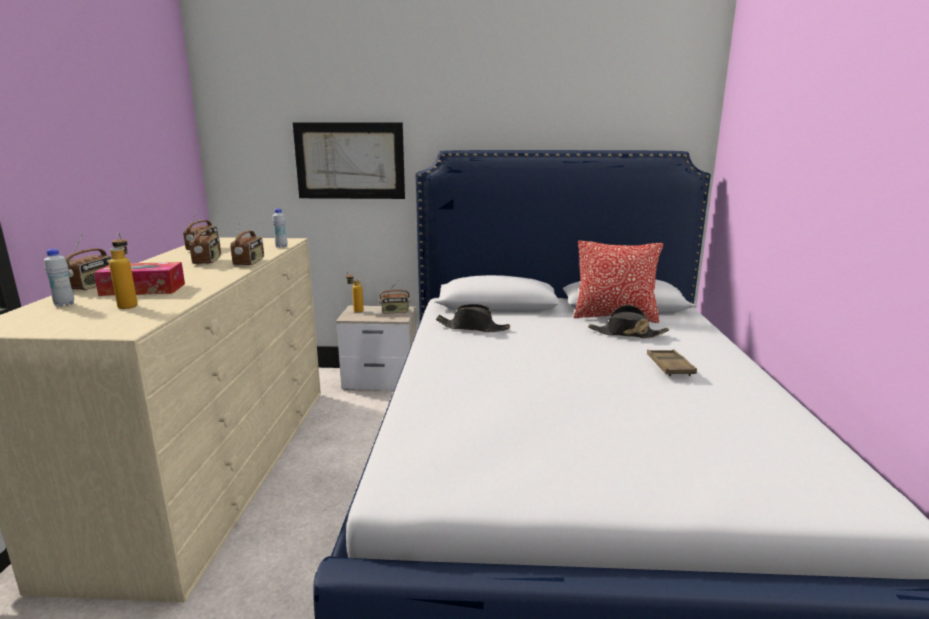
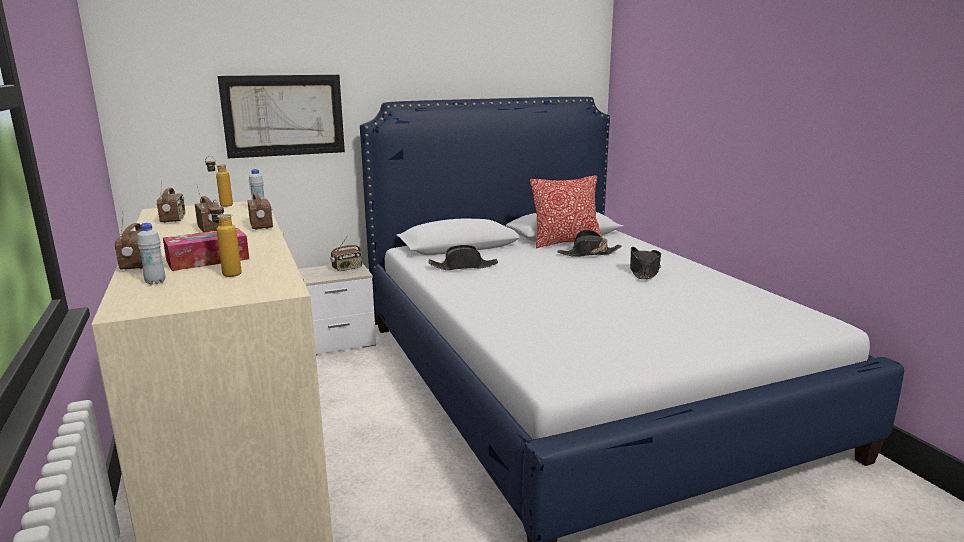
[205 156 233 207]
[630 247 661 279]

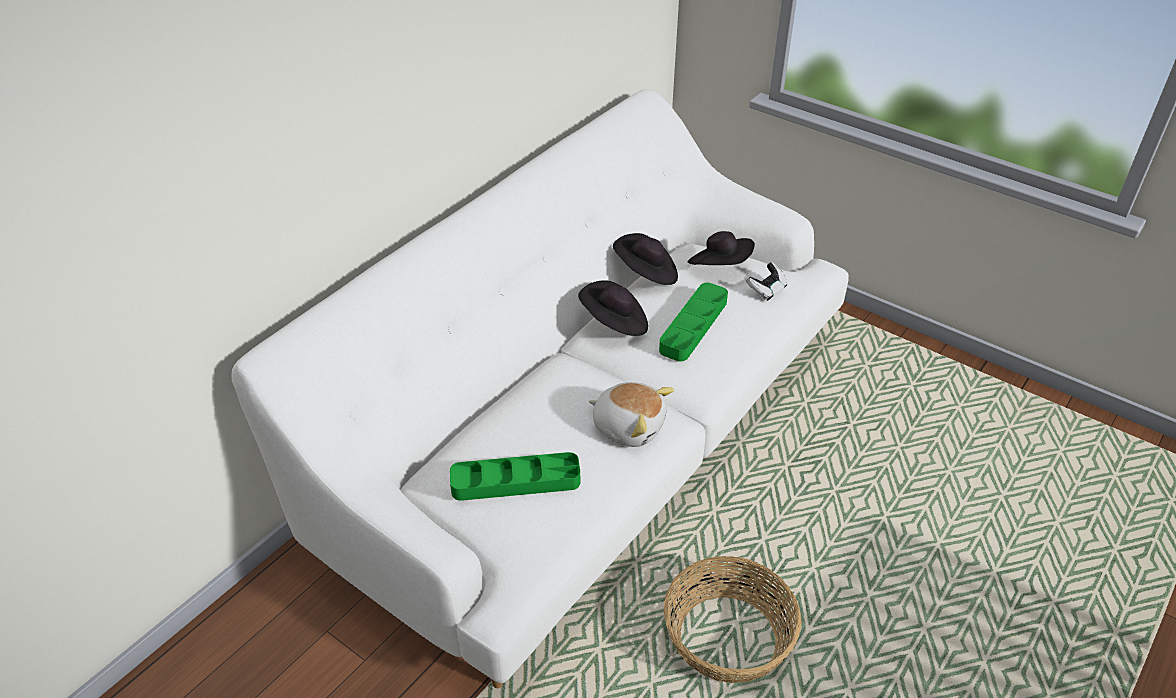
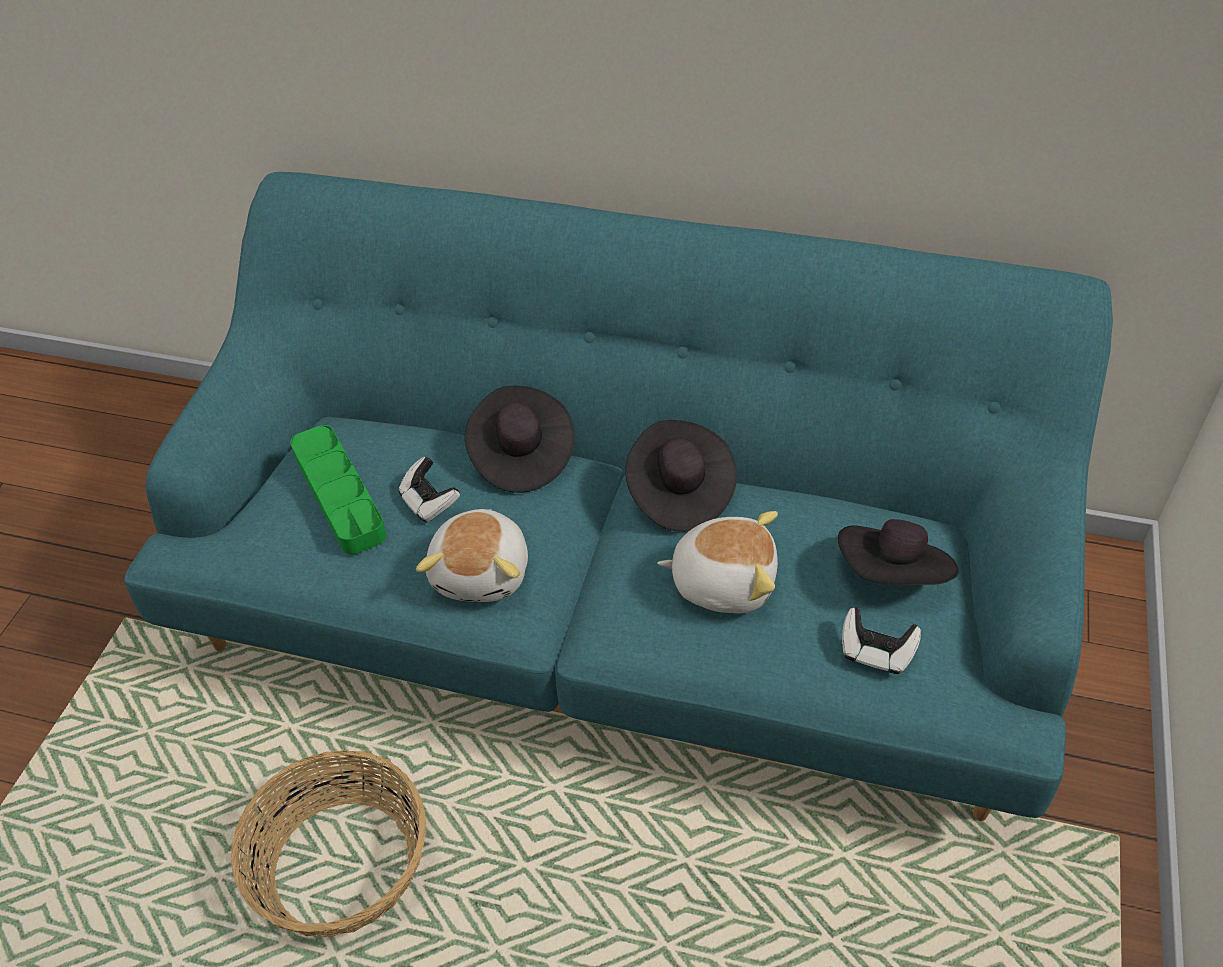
[124 172 1113 821]
[465 386 575 493]
[657 511 778 613]
[398 457 460 523]

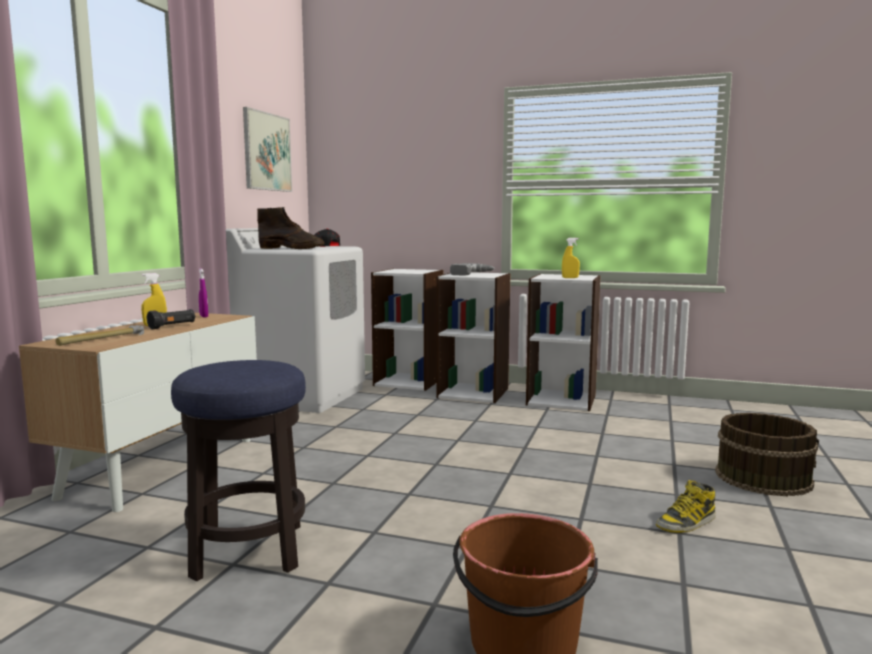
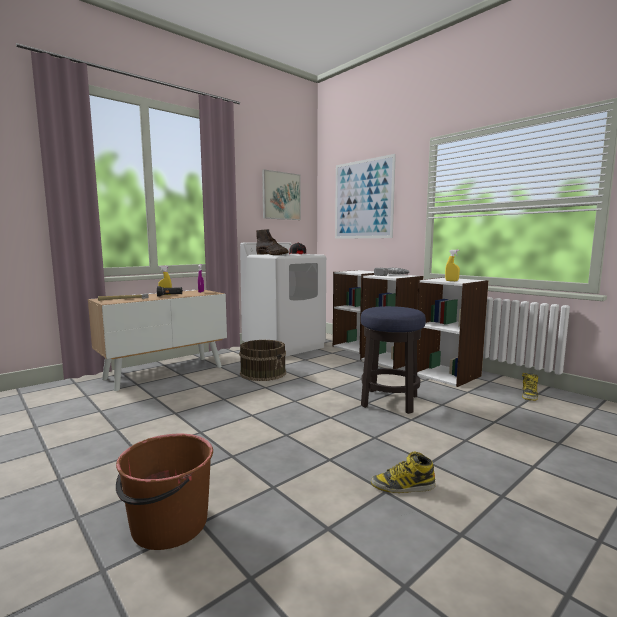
[361 306 426 414]
[239 340 286 381]
[335 154 396 239]
[522 373 538 401]

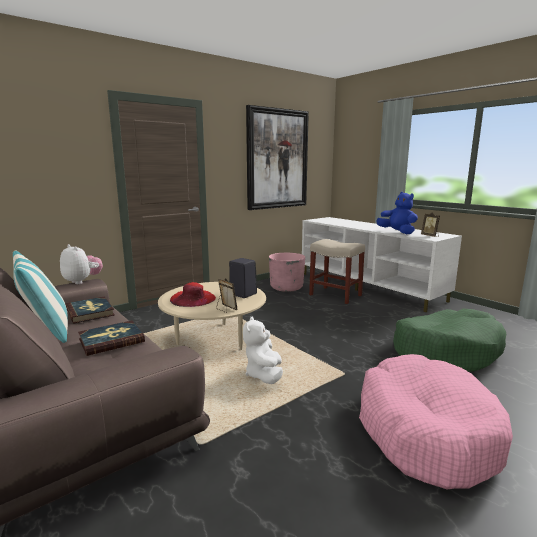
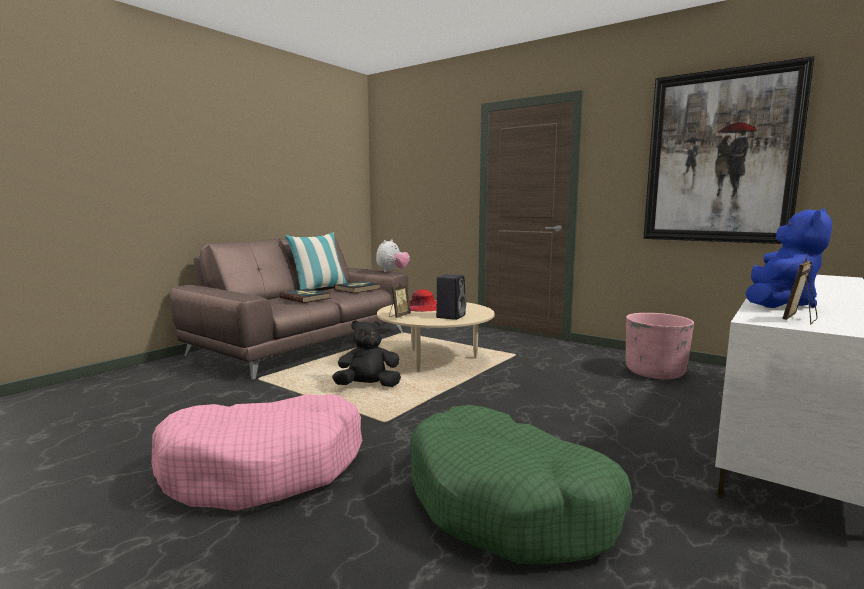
[332 320 401 387]
[309 239 365 304] (first image)

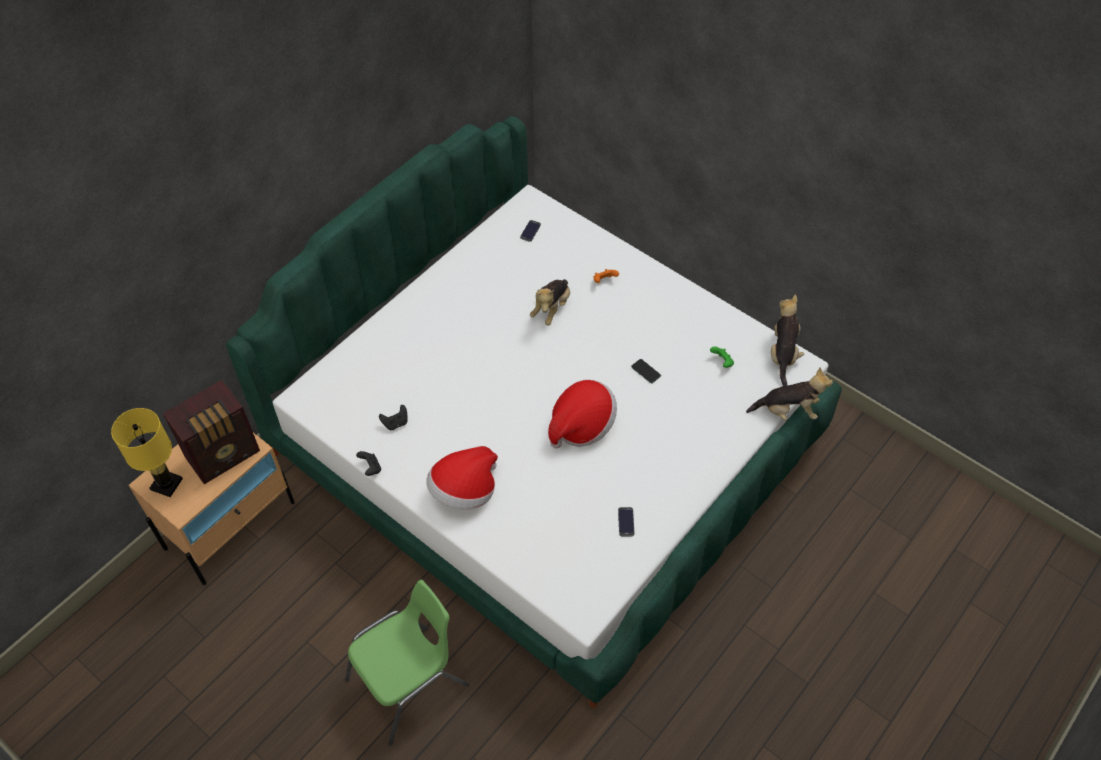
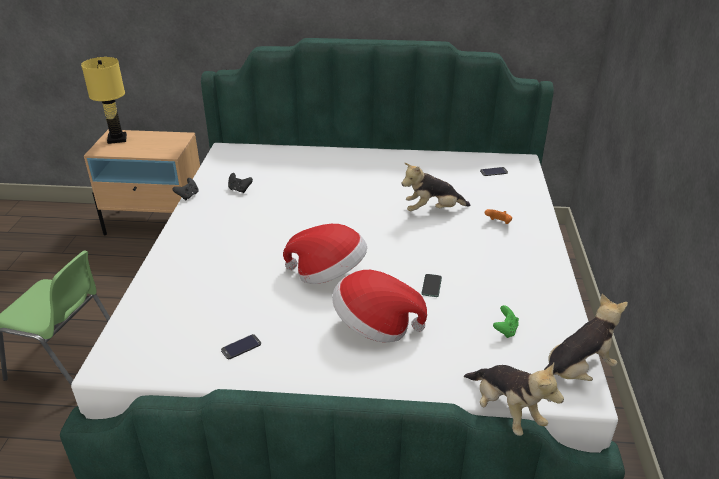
[163 380 260 484] (first image)
[332 270 427 342]

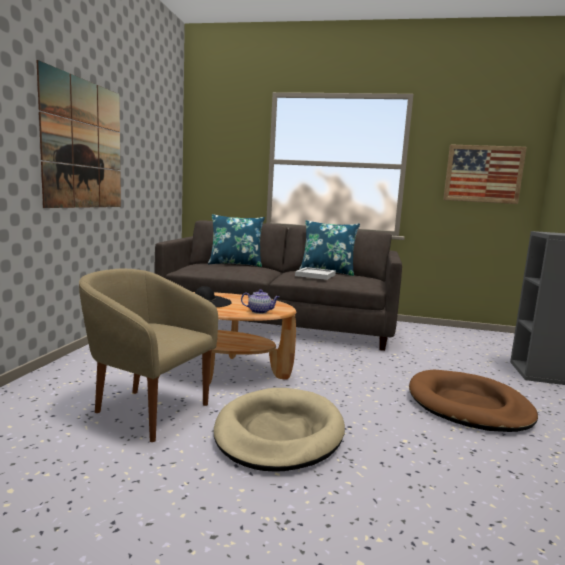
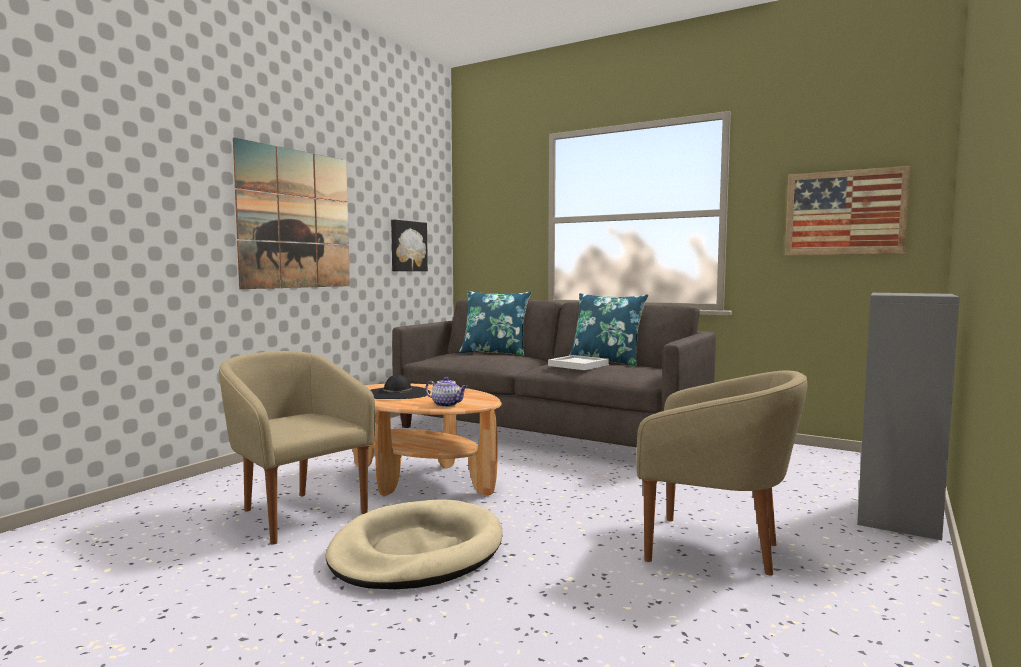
[636 371 807 575]
[391 220 428 271]

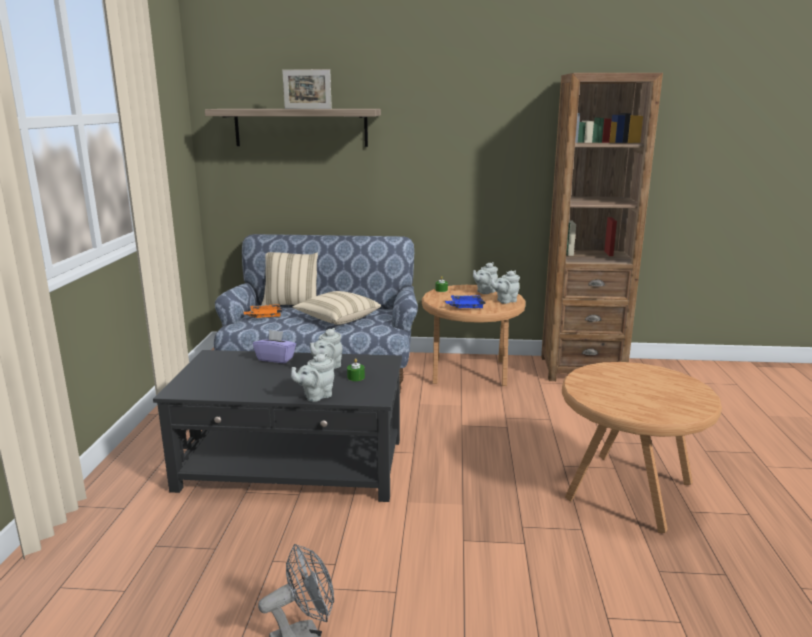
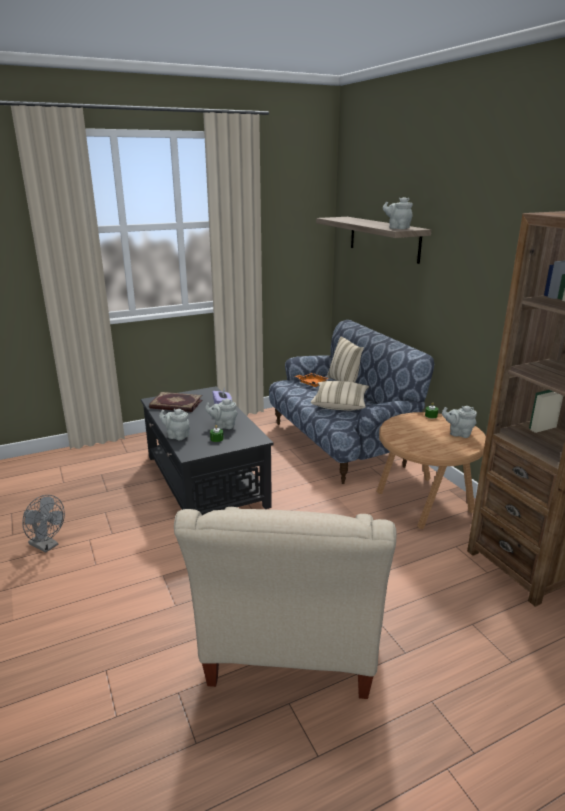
[282 69 332 109] (first image)
[445 295 486 308] (first image)
[383 197 413 229]
[174 507 396 699]
[149 392 202 412]

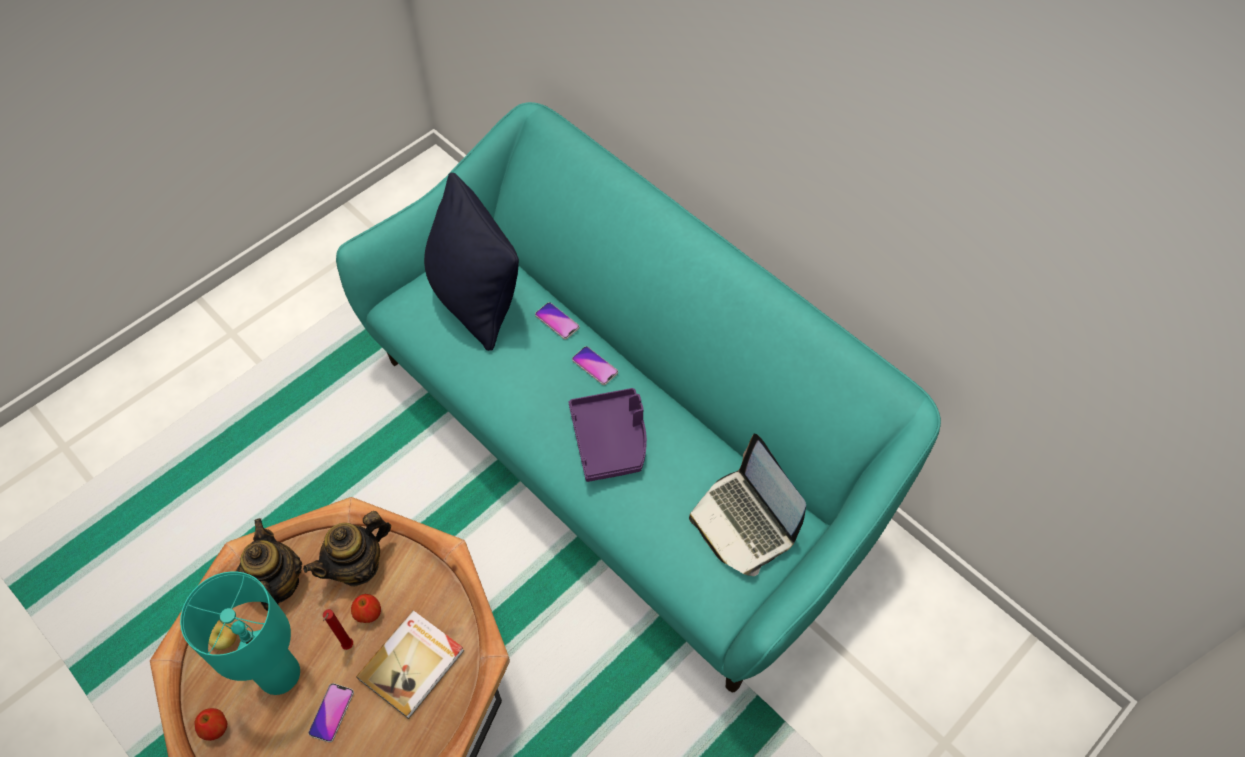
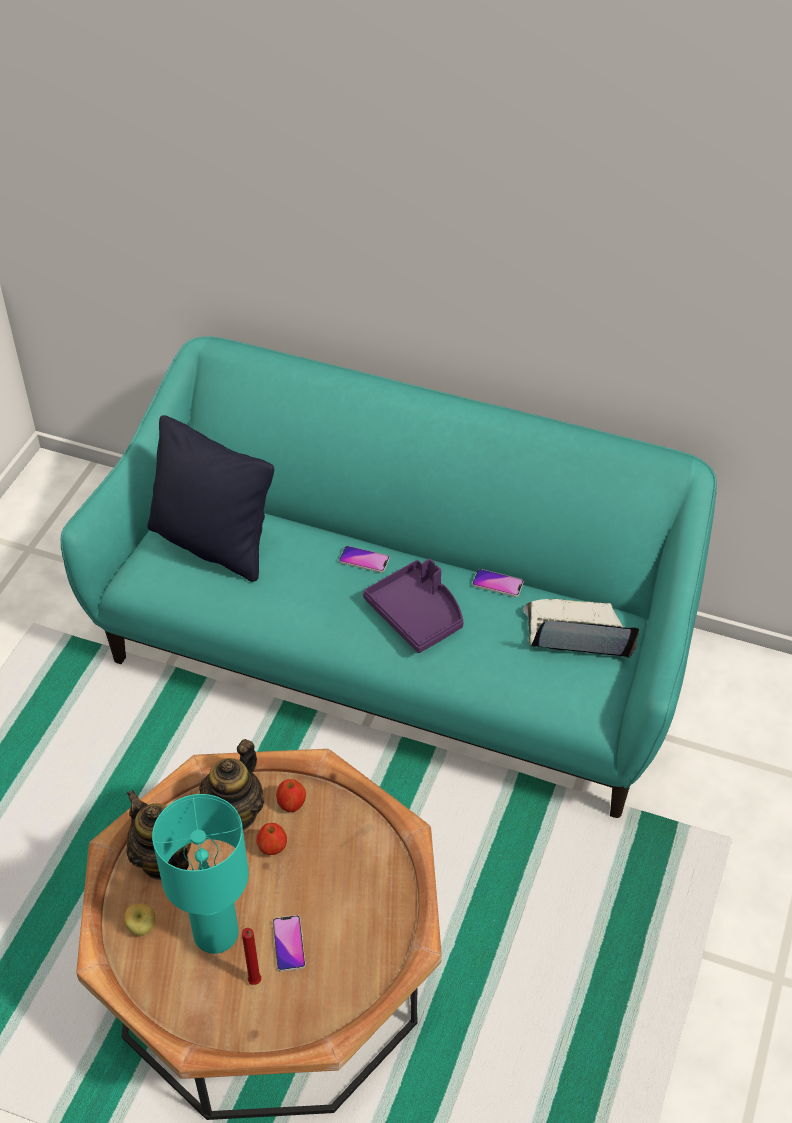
[276 779 306 812]
[242 928 261 985]
[356 611 464 719] (first image)
[472 569 524 597]
[524 599 639 658]

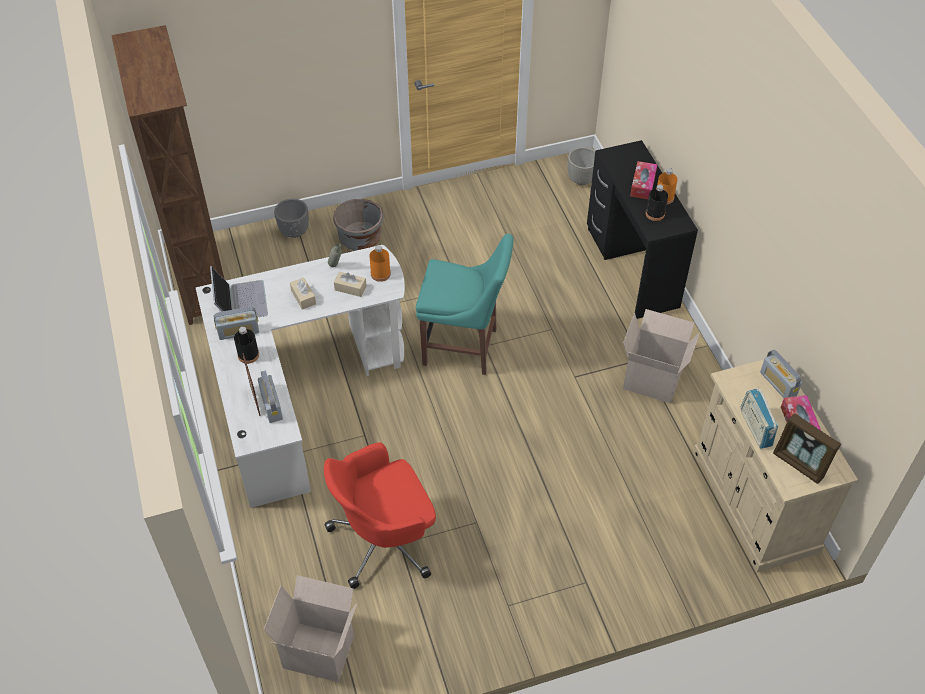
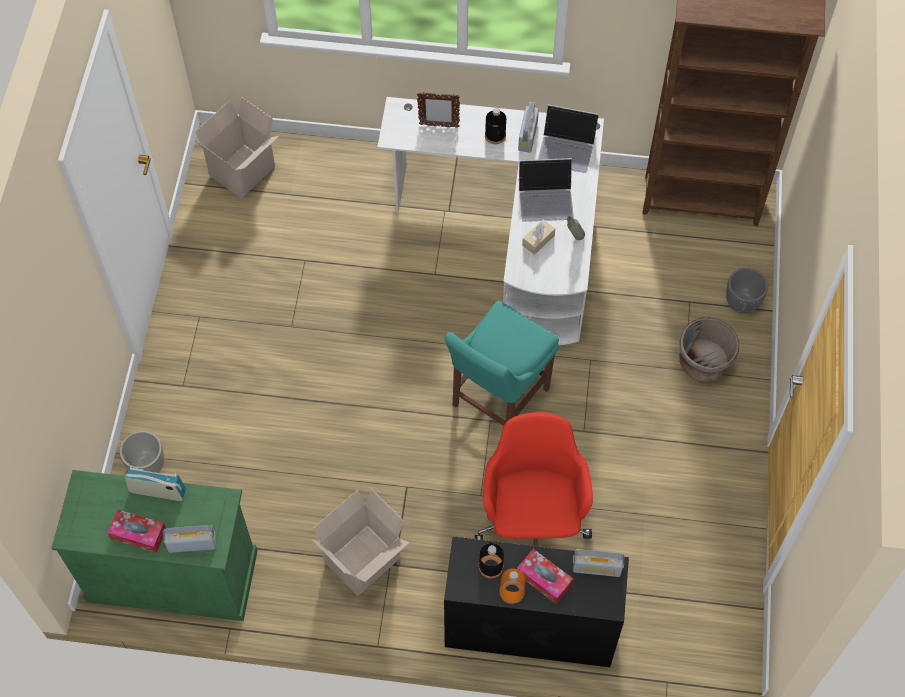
[573 549 625 577]
[518 158 574 222]
[475 412 593 546]
[369 245 391 282] (first image)
[119 431 164 473]
[52 470 257 621]
[773 413 841 484] (first image)

